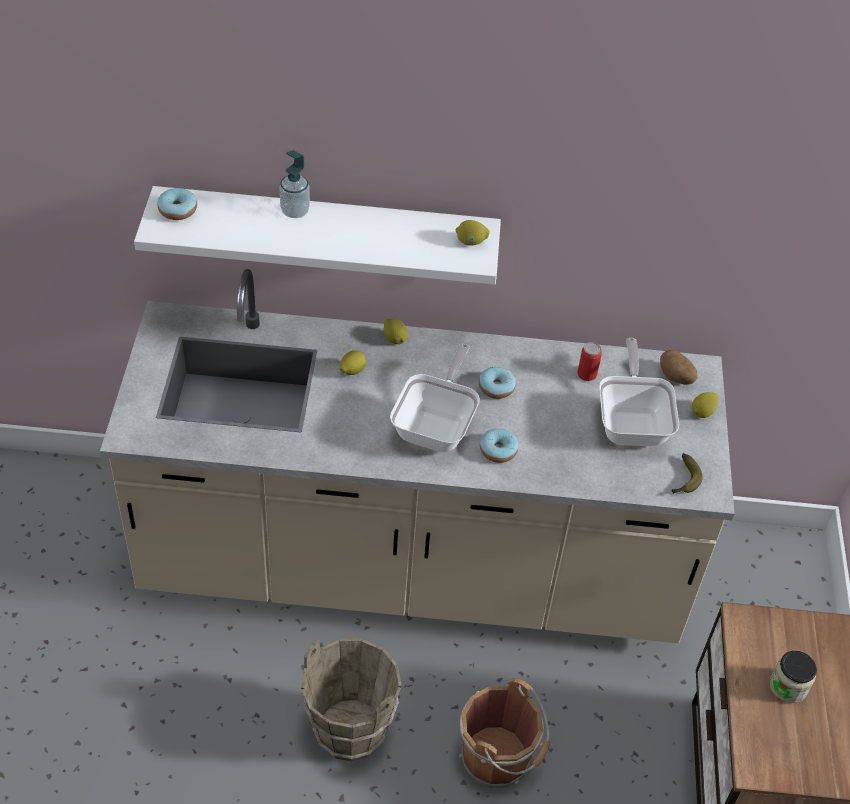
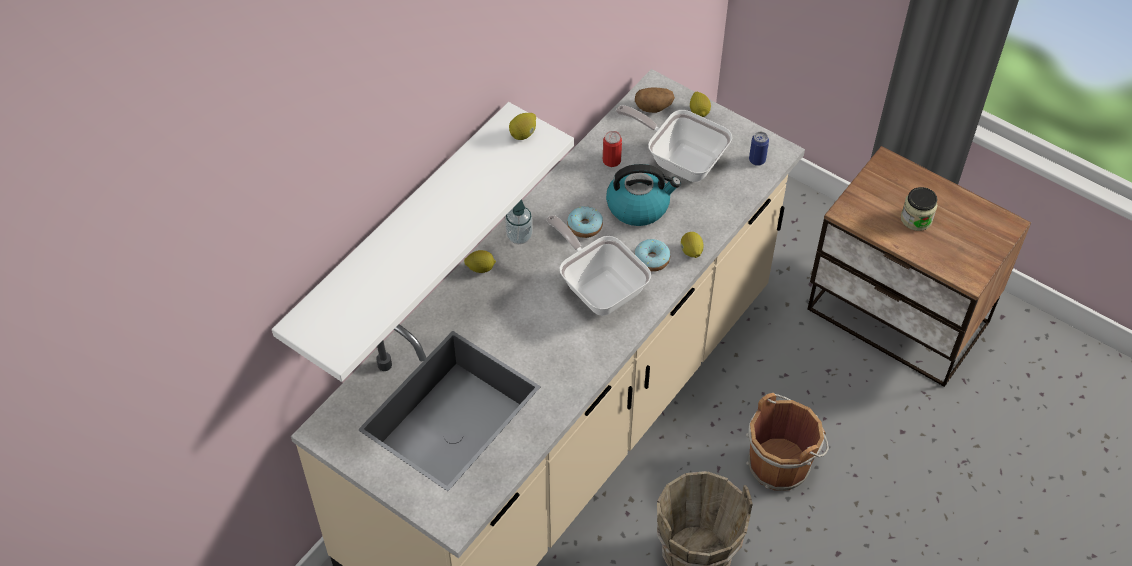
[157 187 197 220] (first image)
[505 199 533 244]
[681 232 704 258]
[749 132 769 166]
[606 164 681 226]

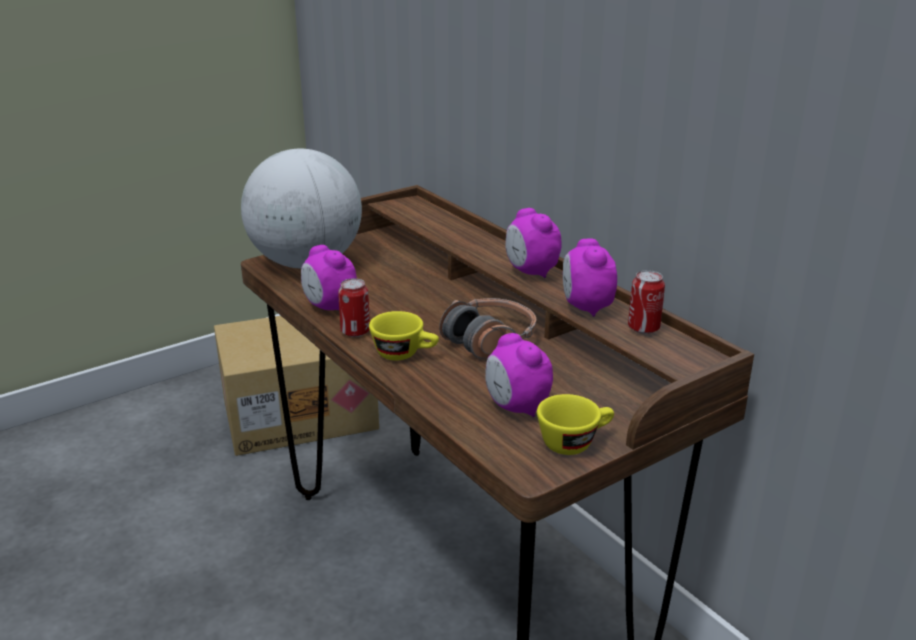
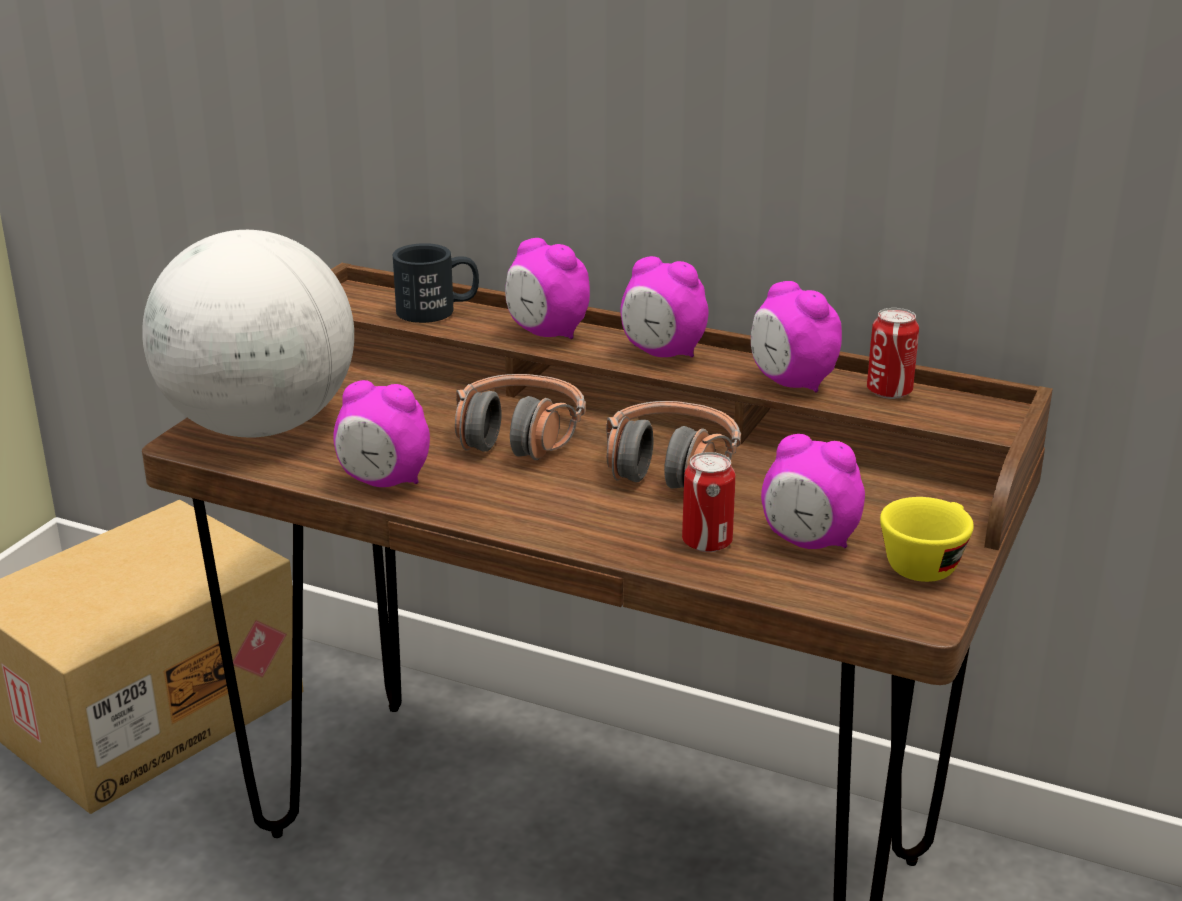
[682 452 735 552]
[369 311 439 360] (first image)
[392 243 479 323]
[455 374 586 460]
[505 238 590 339]

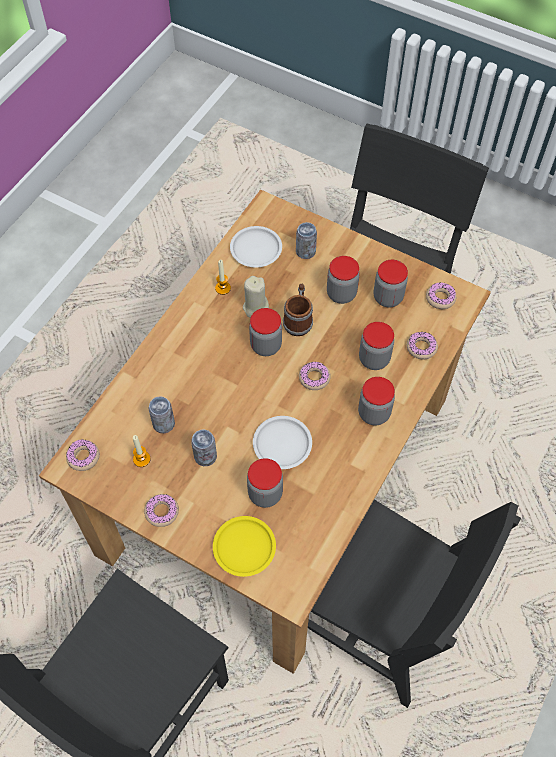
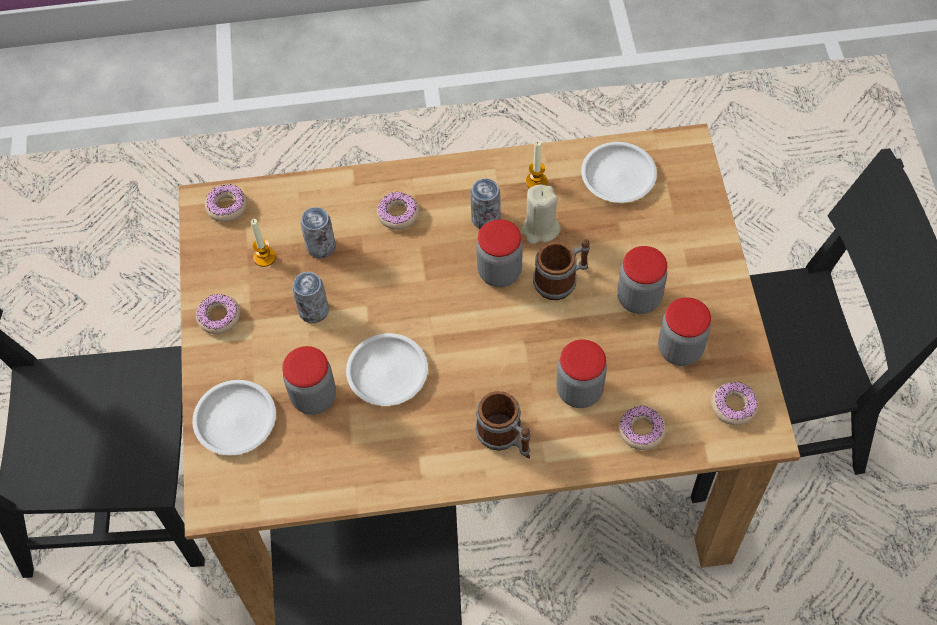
[192 380 276 455]
[470 178 501 229]
[377 192 419 230]
[475 391 531 458]

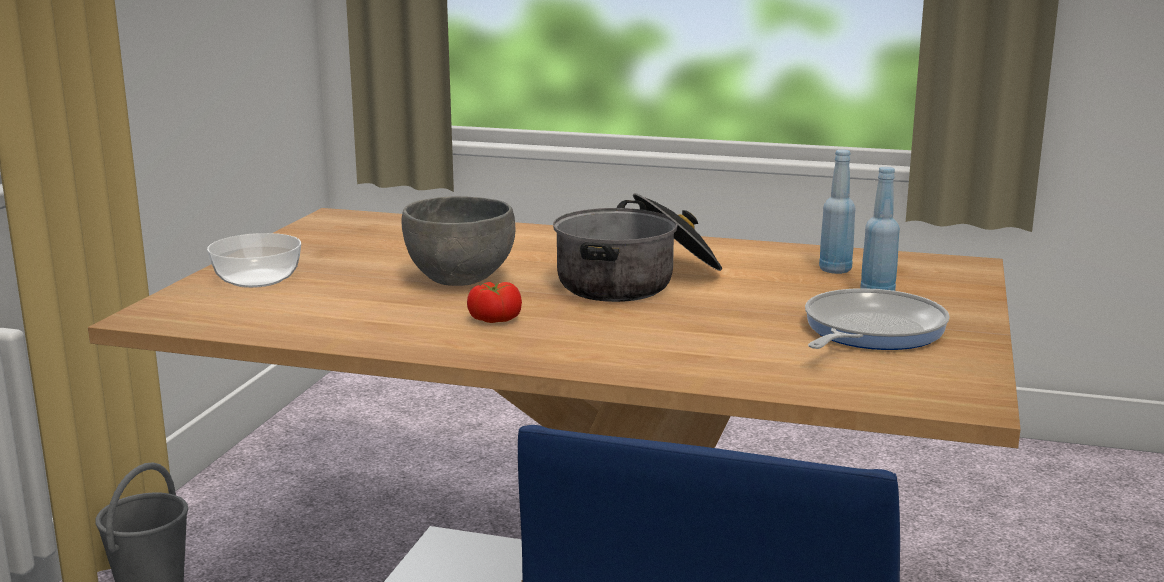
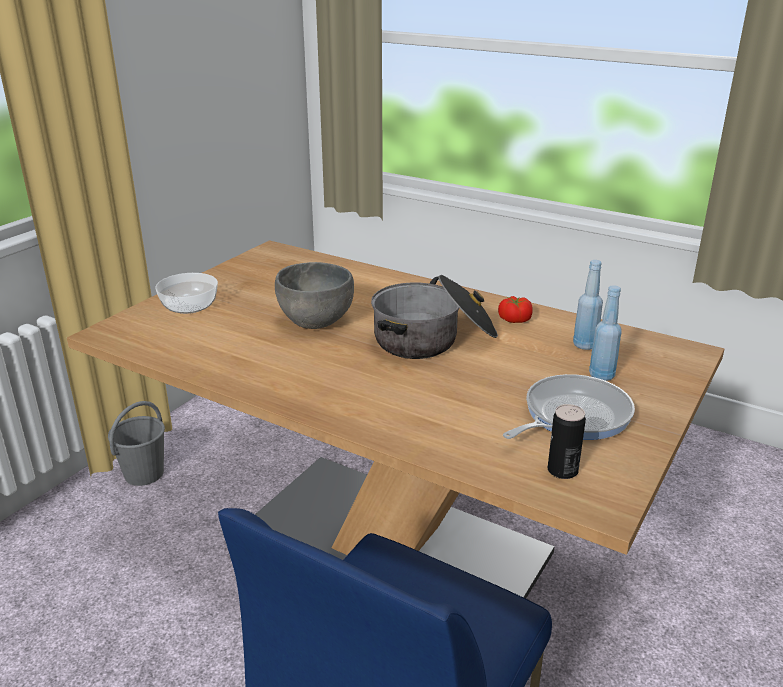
[498 296 533 323]
[548 404 586 479]

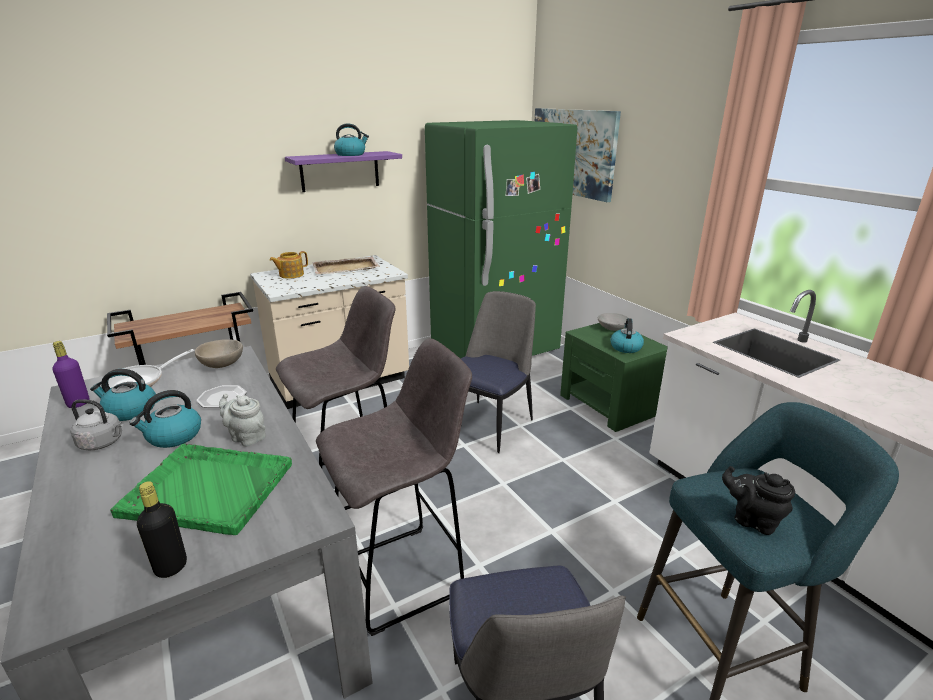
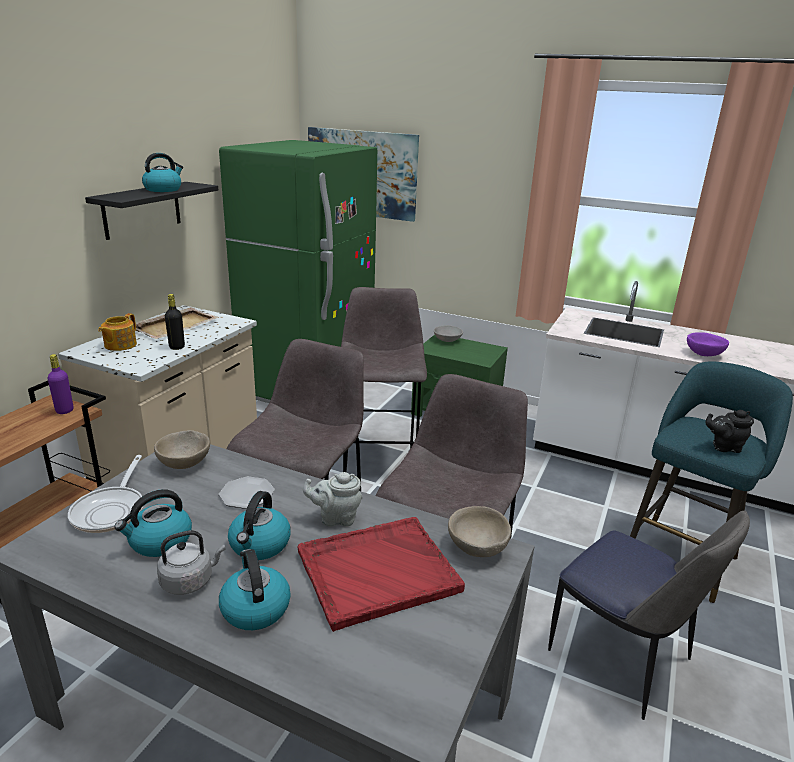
[48 354 73 414]
[297 517 465 632]
[165 294 185 350]
[85 182 218 240]
[341 287 427 472]
[219 549 291 630]
[448 506 511 557]
[687 332 729 356]

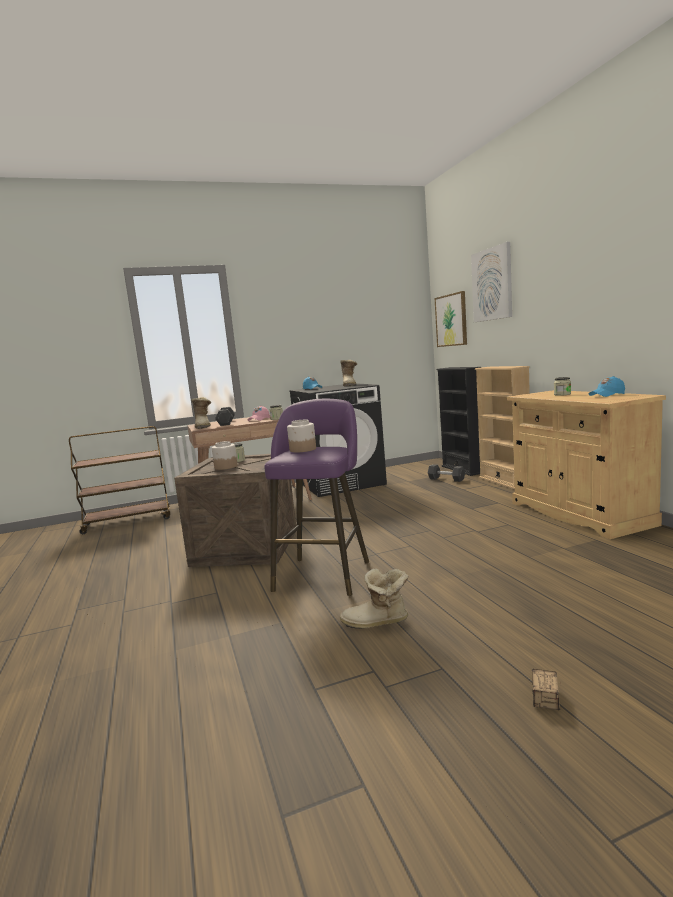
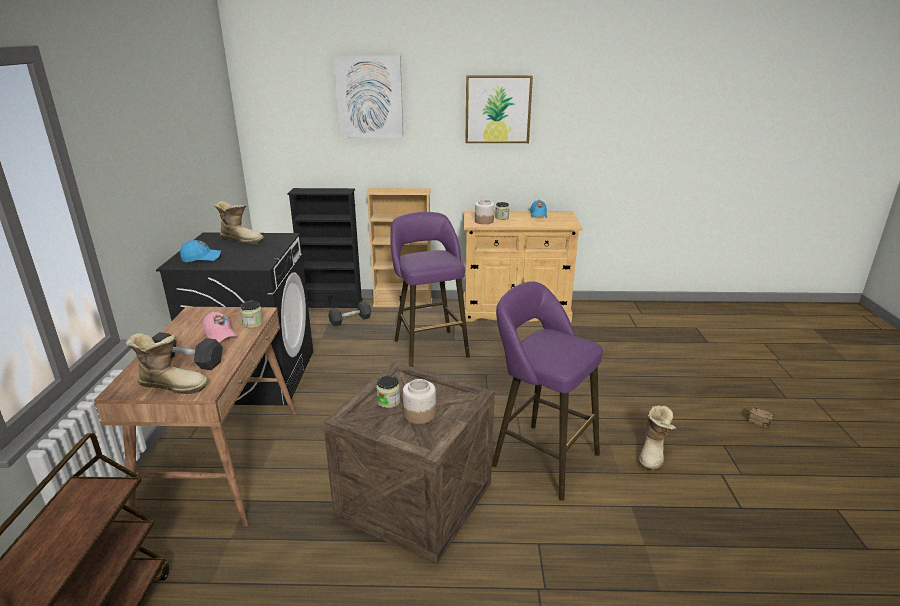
[475 200 494 224]
[465 75 533 143]
[390 212 470 367]

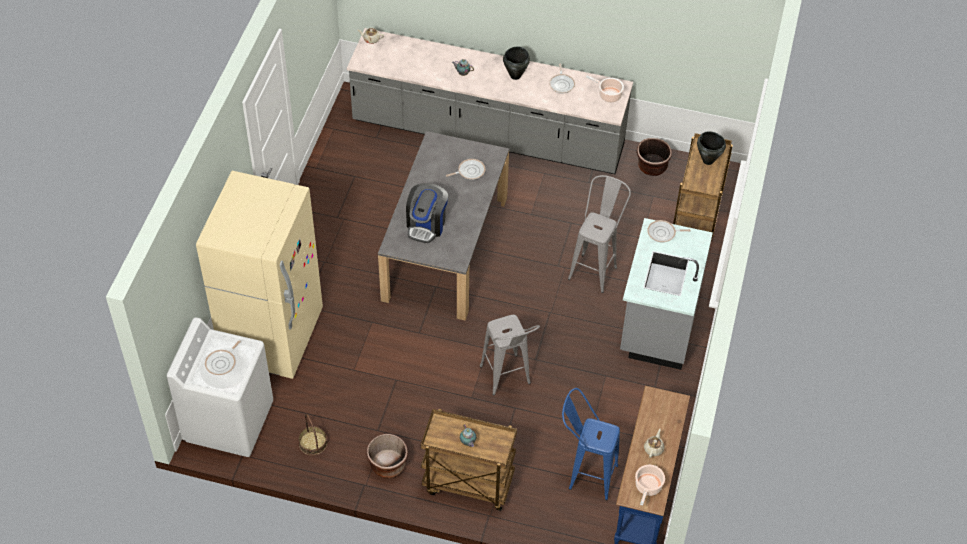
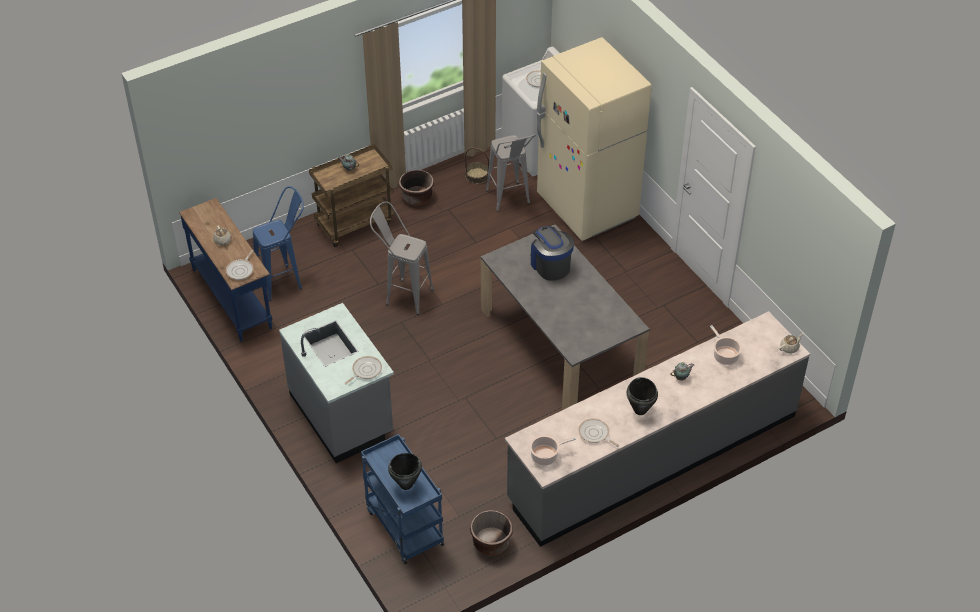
[226 250 254 280]
[486 134 536 212]
[710 325 742 365]
[361 434 444 564]

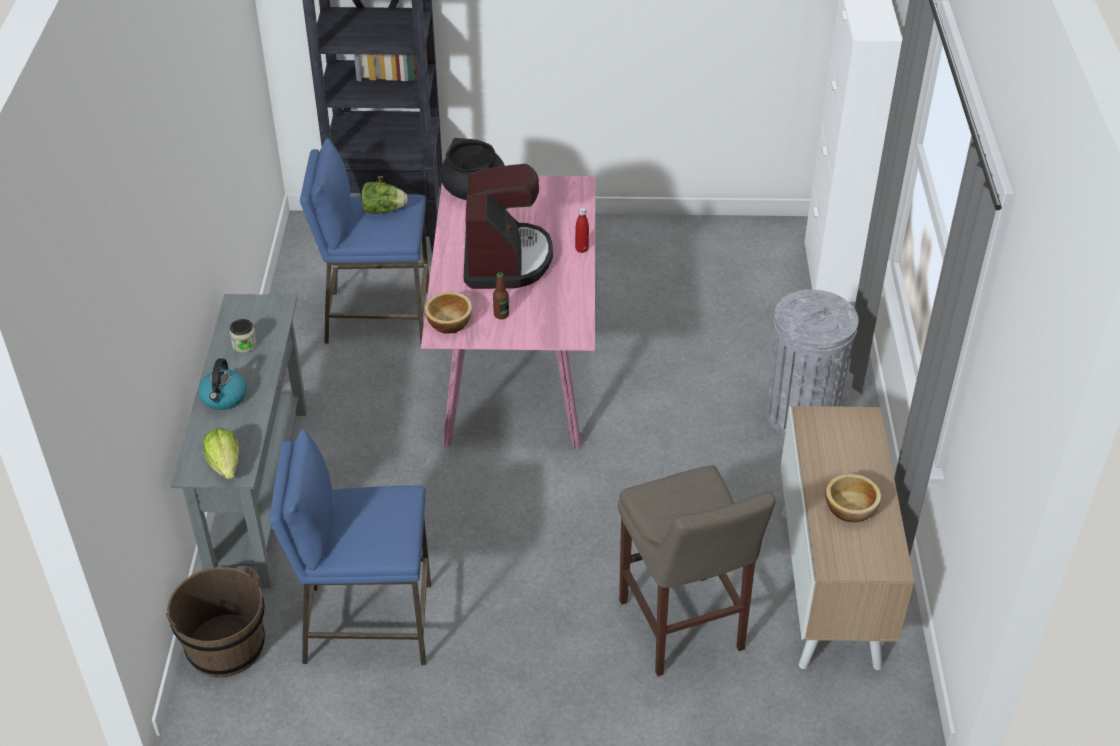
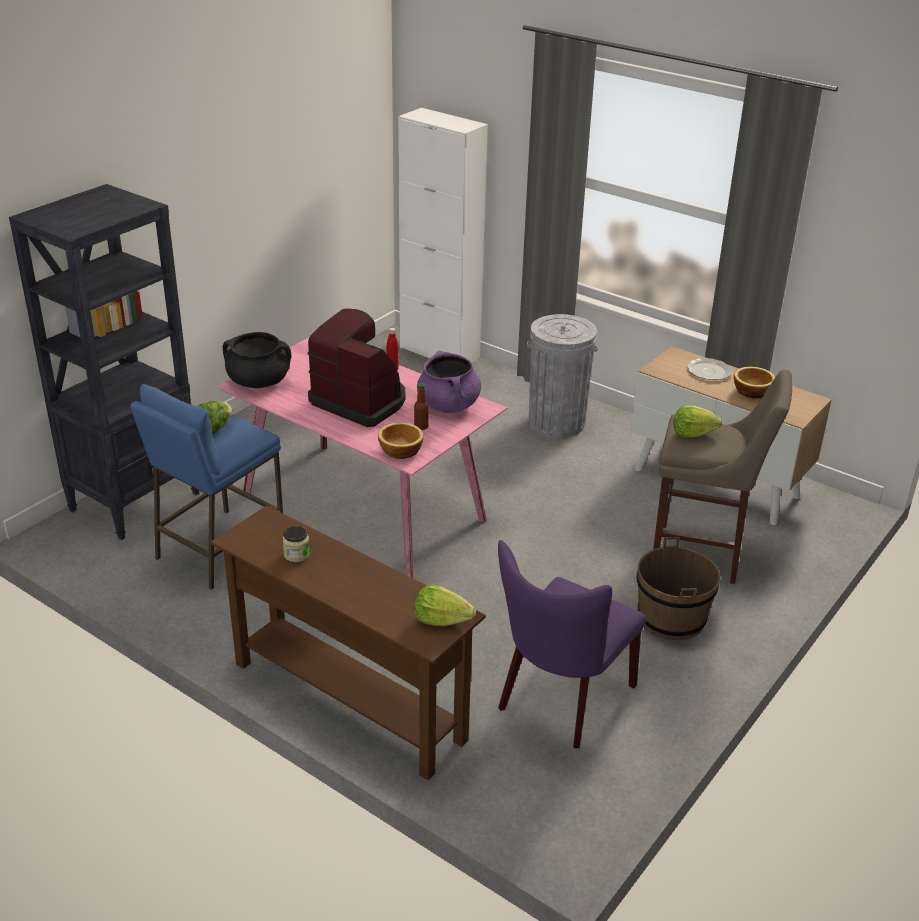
[637 537 720 640]
[211 506 486 780]
[198 358 247 410] (first image)
[498 540 646 748]
[417 351 481 413]
[673 405 722 437]
[687 358 733 380]

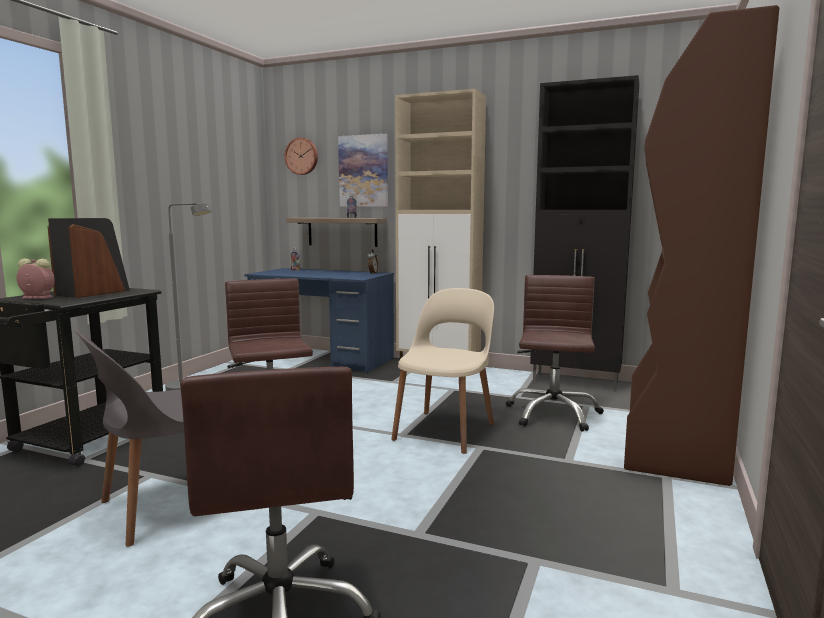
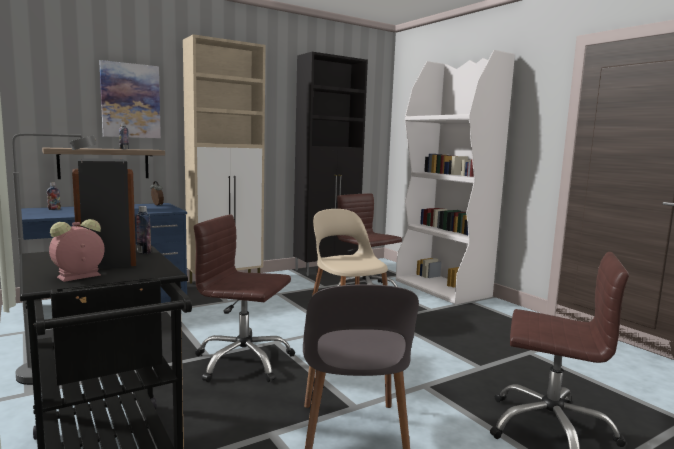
[285 137 318 175] (first image)
[396 50 515 305]
[136 206 151 254]

